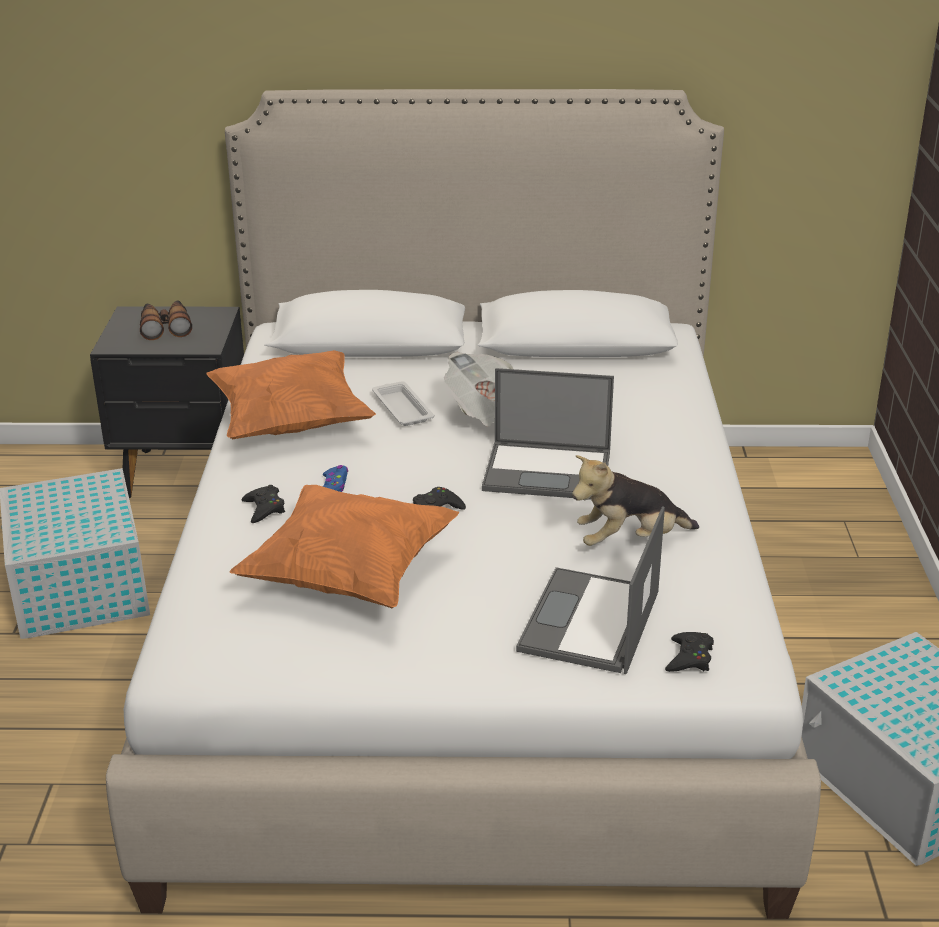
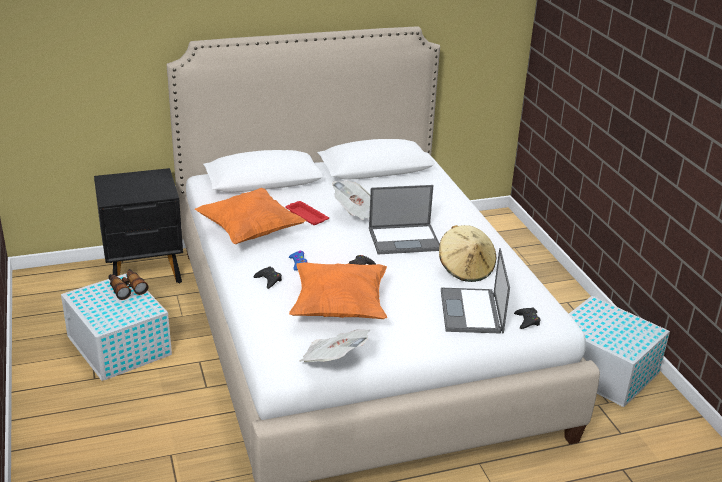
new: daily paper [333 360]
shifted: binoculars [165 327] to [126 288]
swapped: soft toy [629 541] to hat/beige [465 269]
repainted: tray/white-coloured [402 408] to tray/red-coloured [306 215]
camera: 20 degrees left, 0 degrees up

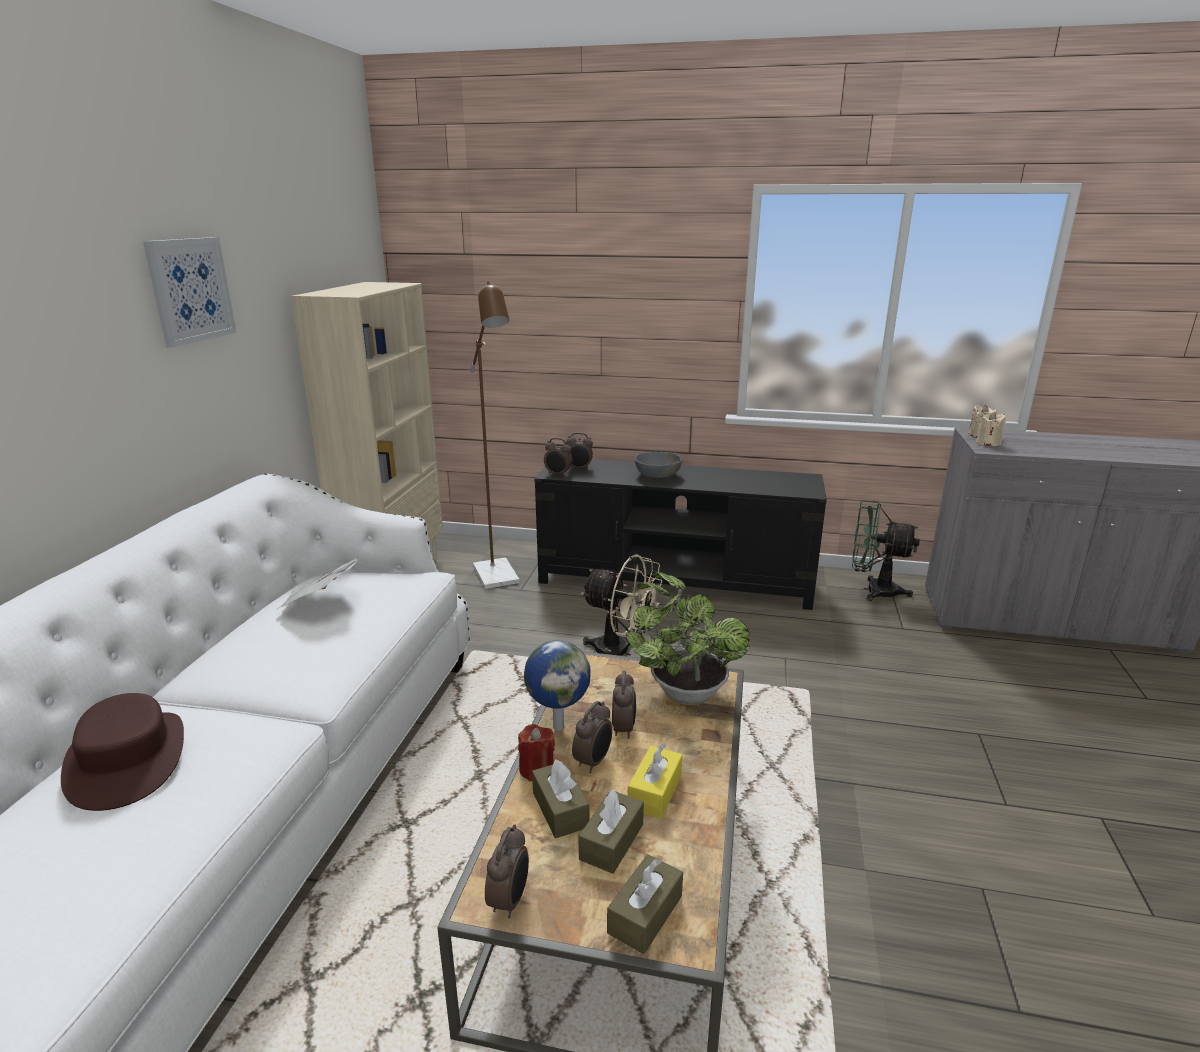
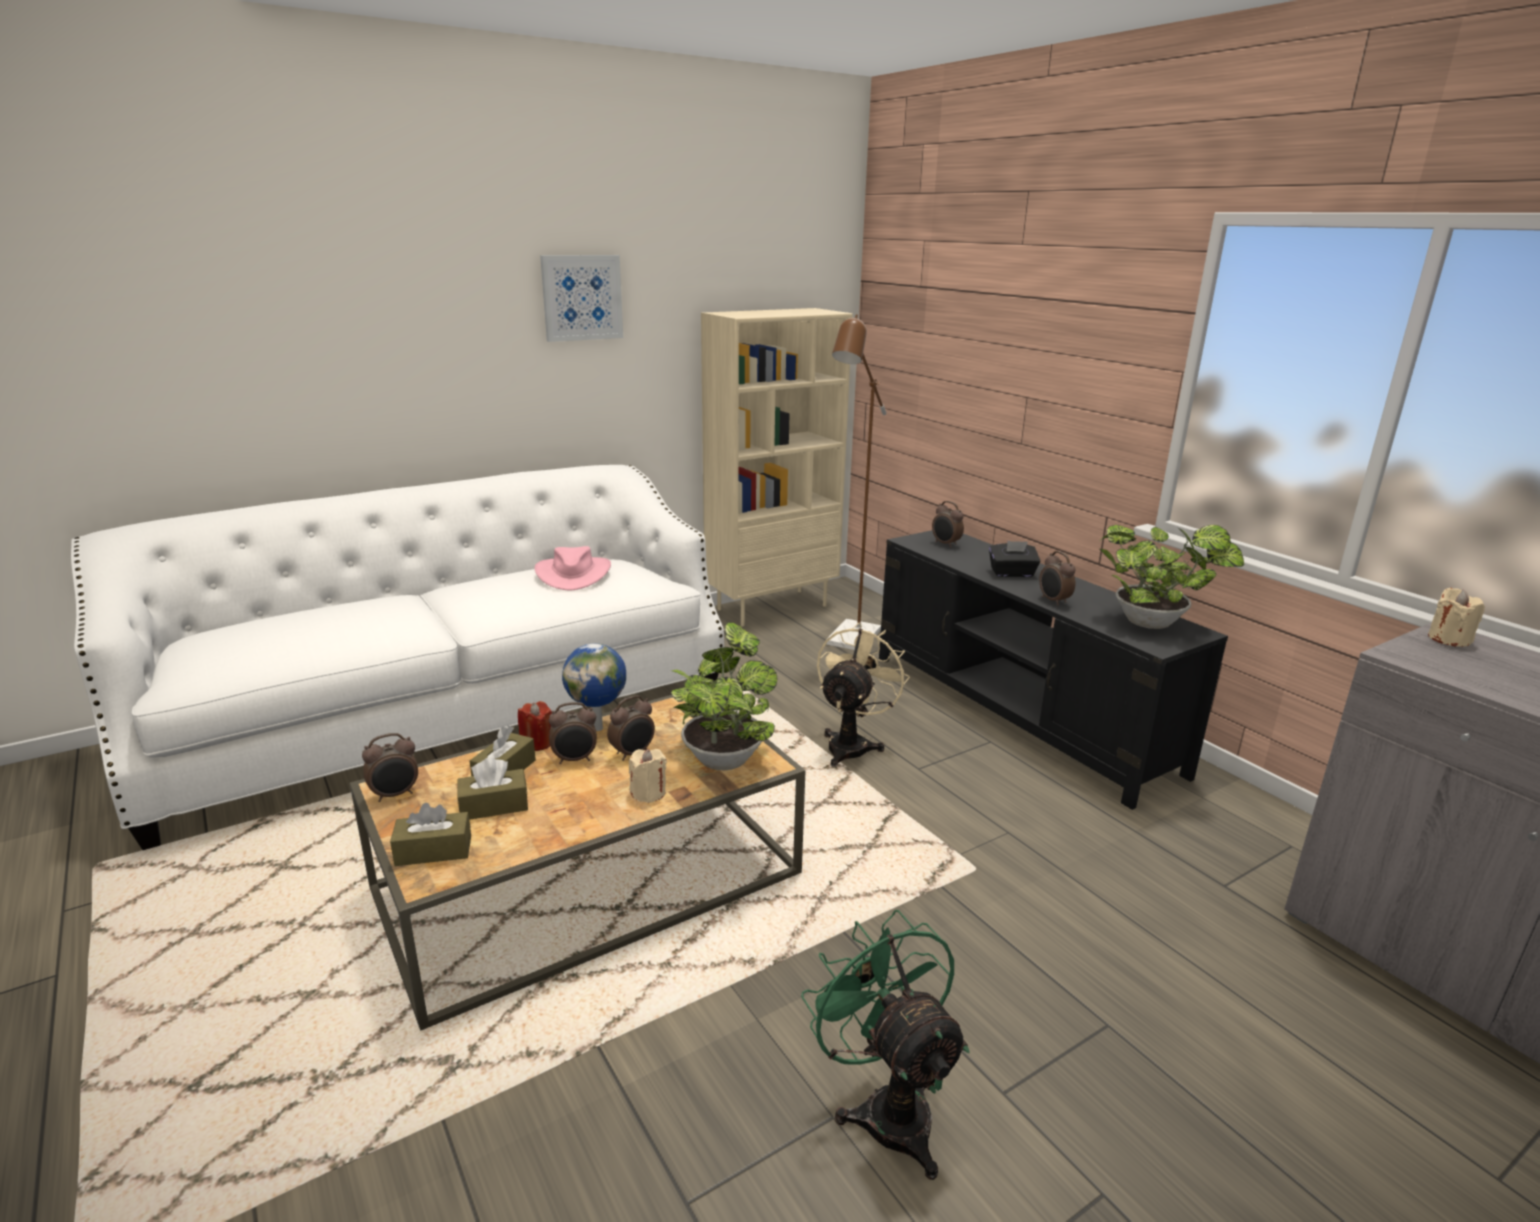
gone: hat/brownish [128 760]; box of tissues/yellowish [655 792]
new: houseplant [1154 624]
shifted: bedside clock [558 475] to [1053 601]; electric fan/greenish [873 590] to [886 1107]; wax light/beige [987 443] to [648 793]
swapped: daily paper [321 603] to hat/pink [573 574]; deep dish/gray [657 475] to box of tissues/blackish [1012 573]
rotated: electric fan/beige [620 653] = [852 744] 135 degrees counterclockwise
camera: 45 degrees right, 0 degrees up

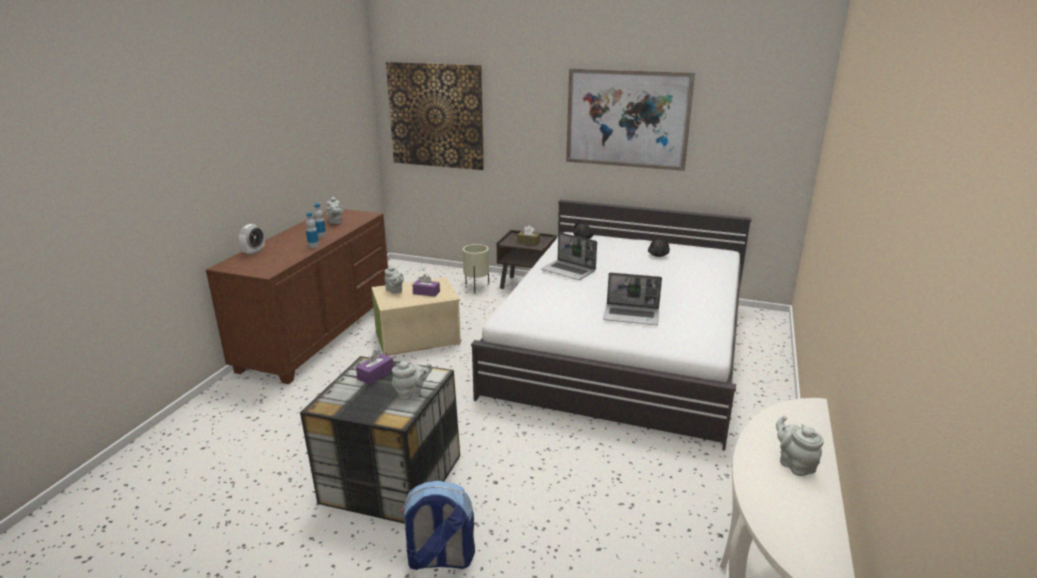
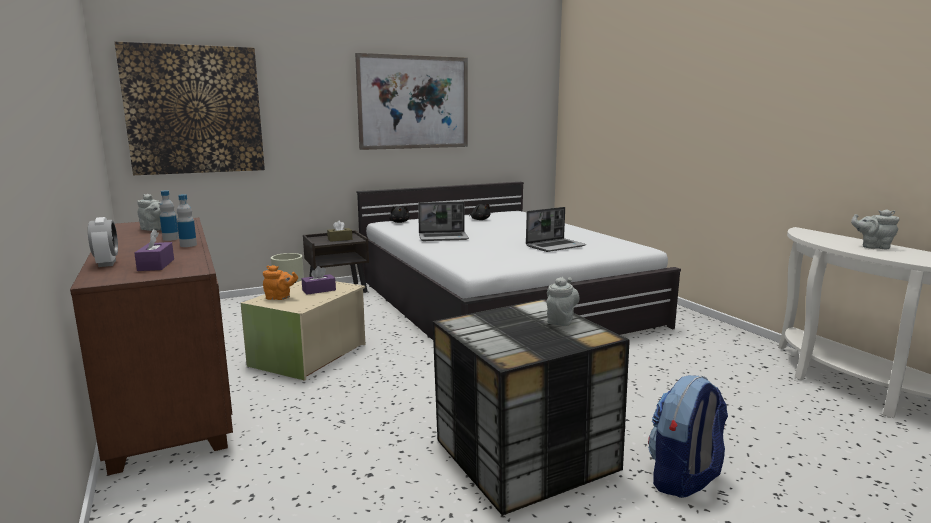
shifted: box of tissues/purplish [375 374] to [156 265]
repainted: tea pot/gray [395 291] to tea pot/orange [280 298]
camera: 45 degrees left, 10 degrees down

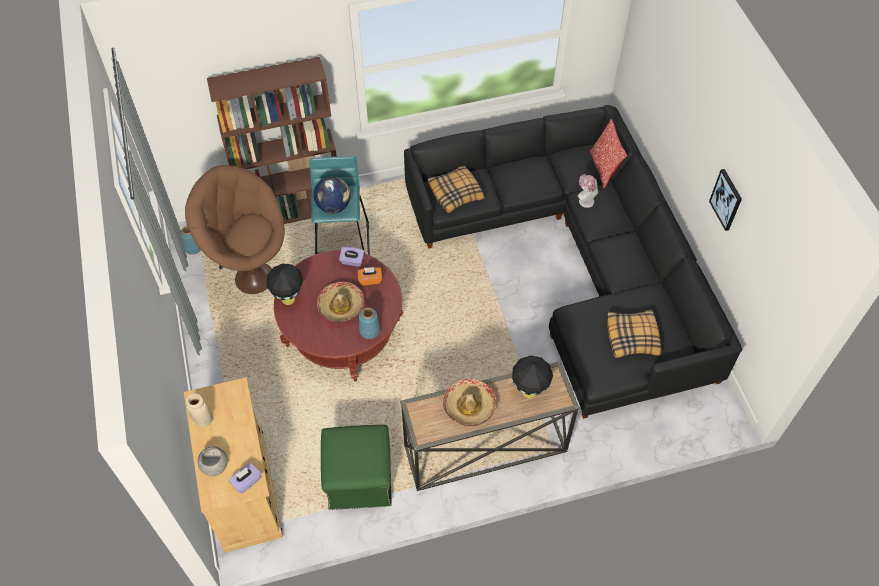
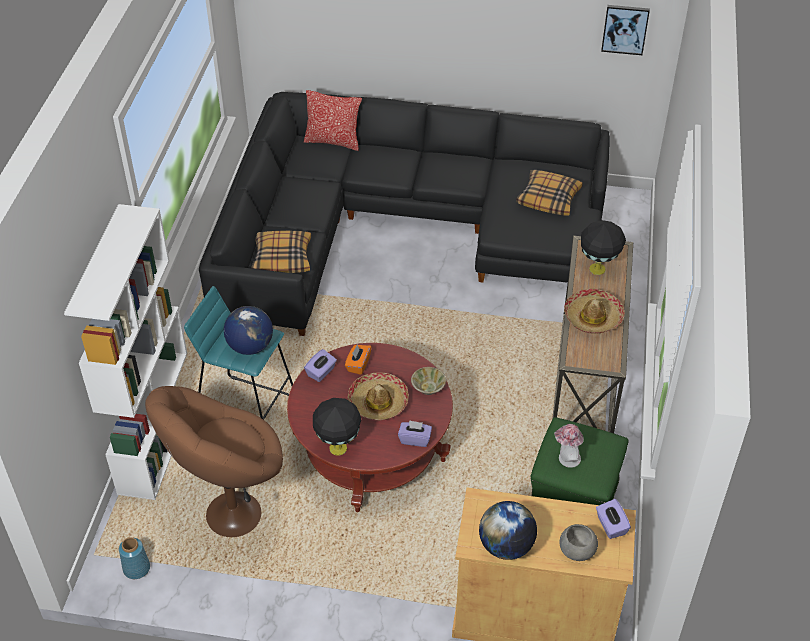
new: box of tissues/purplish [415 439]
shifted: hat [585 200] to [566 459]; wall art [726 199] to [625 29]
swapped: decorative vase/beige [203 419] to globe [506 546]; decorative vase/blue [370 330] to deep dish/beige [428 387]
repainted: bookcase/brownish [294 211] to bookcase/white-coloured [156 441]
camera: 65 degrees left, 10 degrees down

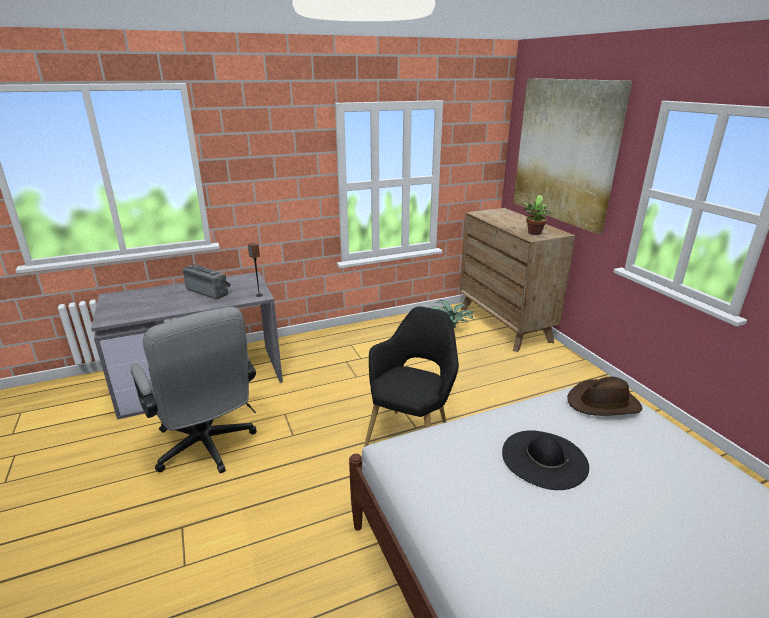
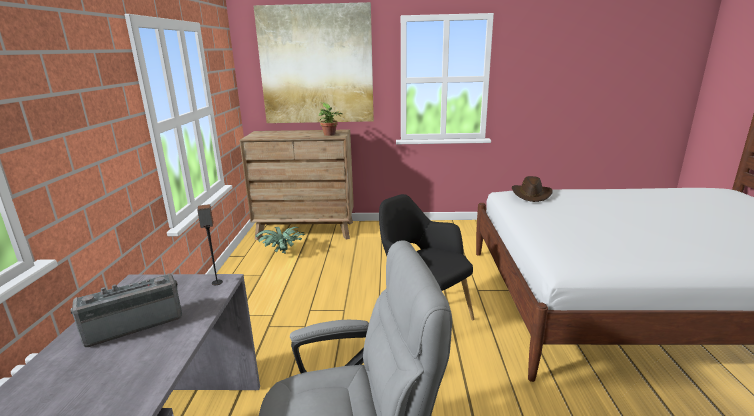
gone: hat/blackish [544 459]
camera: 65 degrees left, 5 degrees down

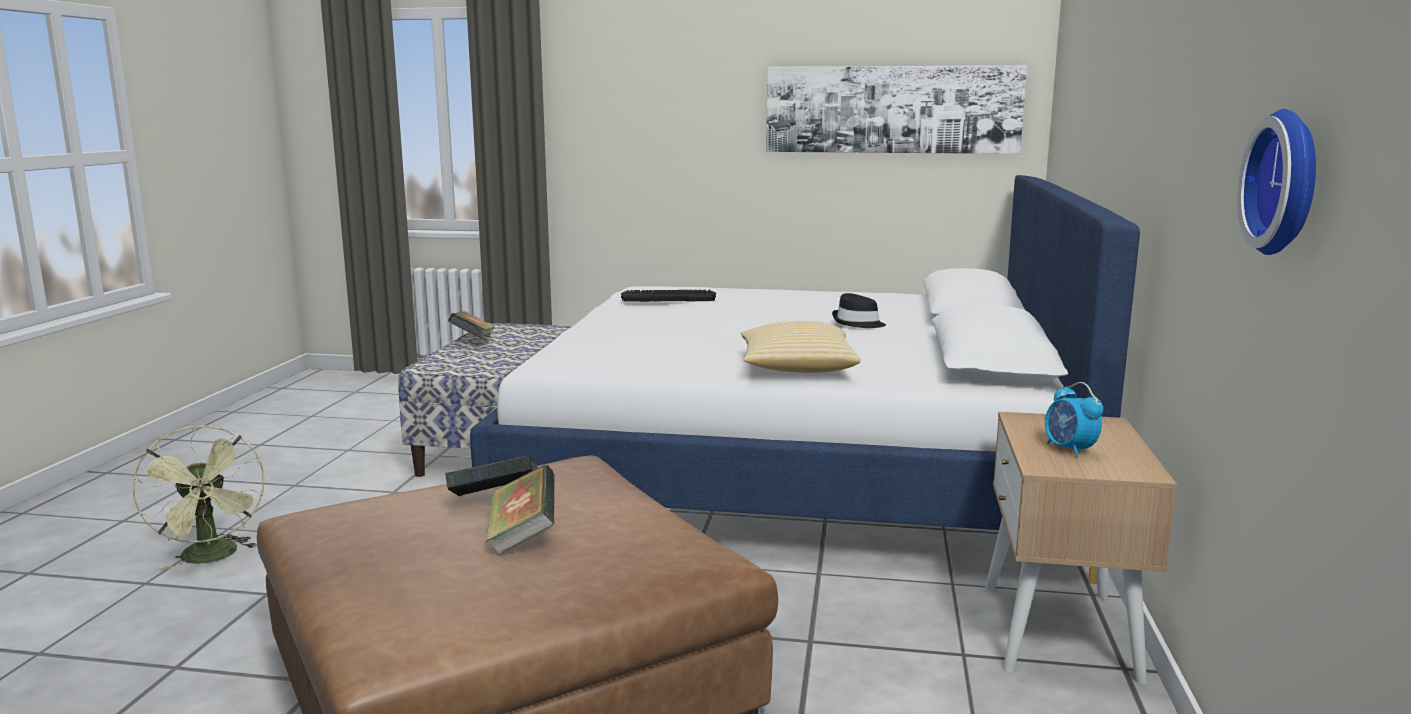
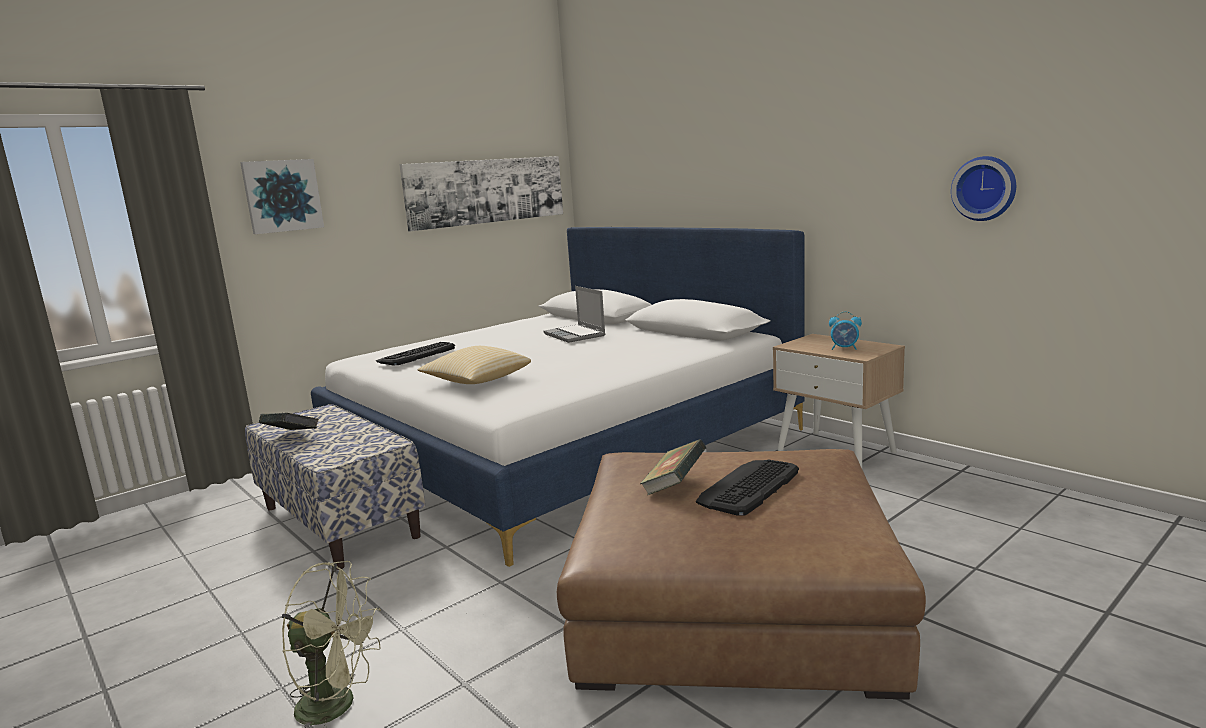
new: wall art [282 196]
shifted: pillow [796 369] to [476 381]
swapped: book [523 536] to computer keyboard [748 487]; hat/blackish [858 323] to notebook computer [575 335]
camera: 50 degrees left, 0 degrees up

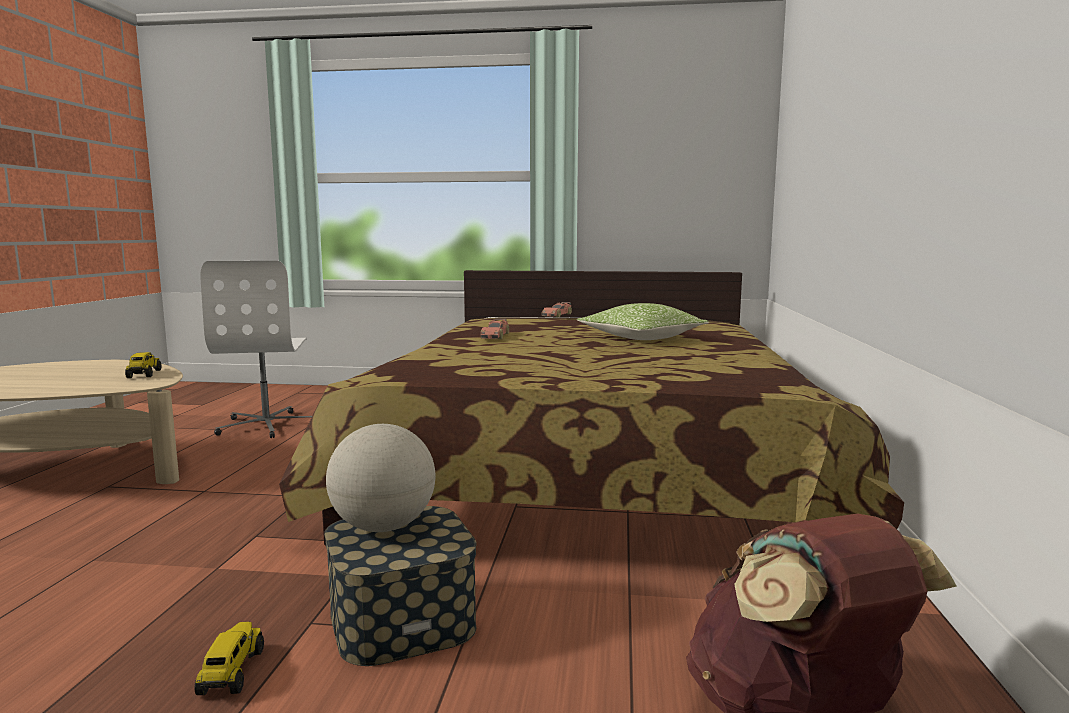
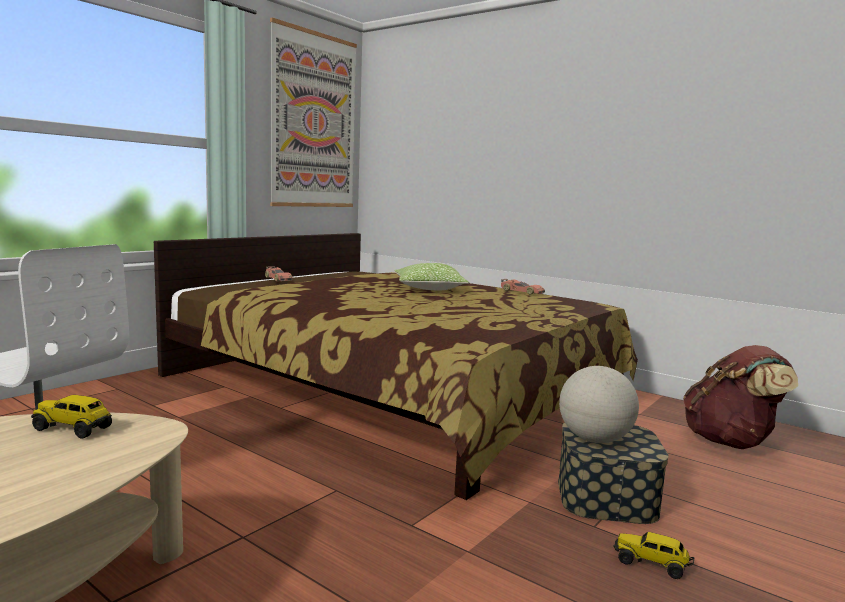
new: wall art [314 121]
shifted: toy car [495 336] to [521 292]
camera: 60 degrees left, 0 degrees up

